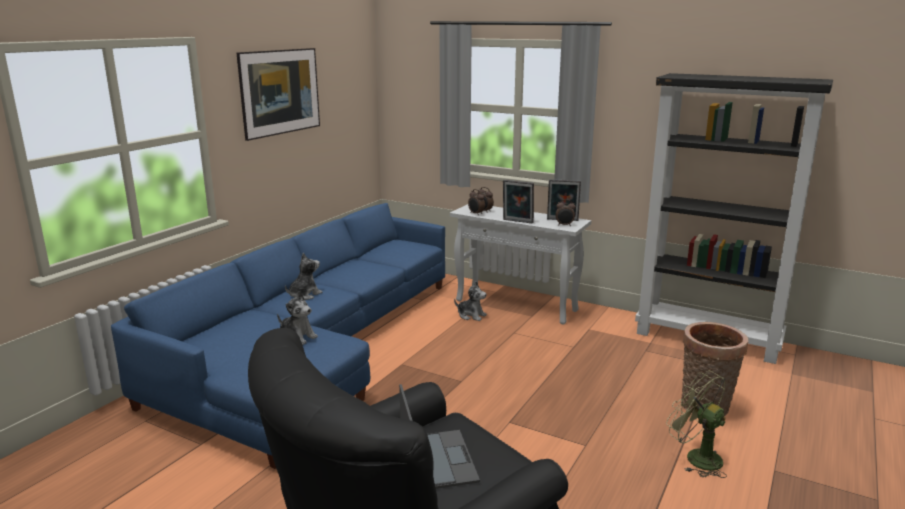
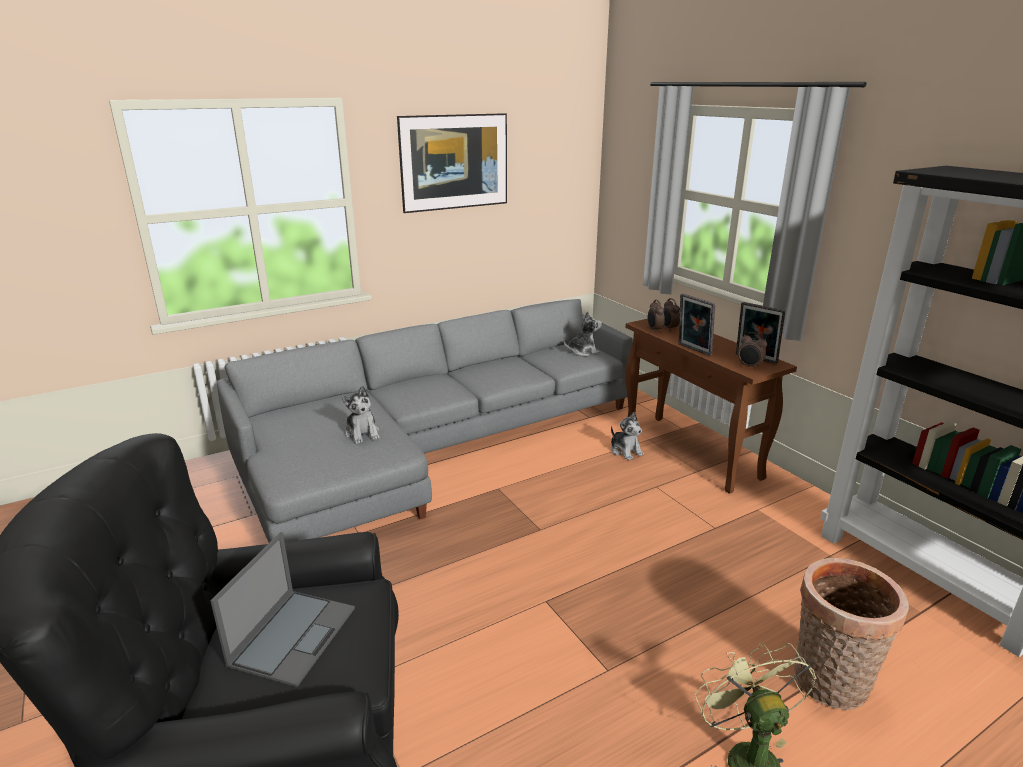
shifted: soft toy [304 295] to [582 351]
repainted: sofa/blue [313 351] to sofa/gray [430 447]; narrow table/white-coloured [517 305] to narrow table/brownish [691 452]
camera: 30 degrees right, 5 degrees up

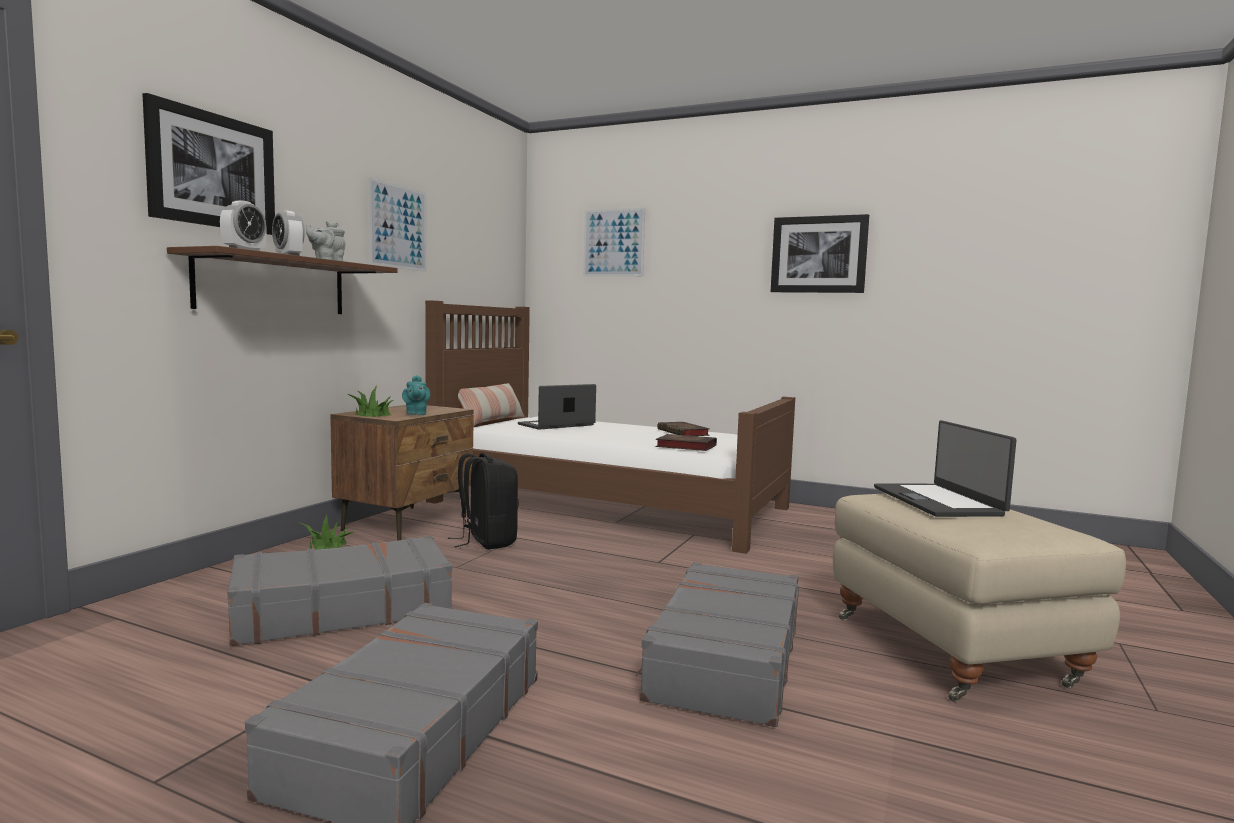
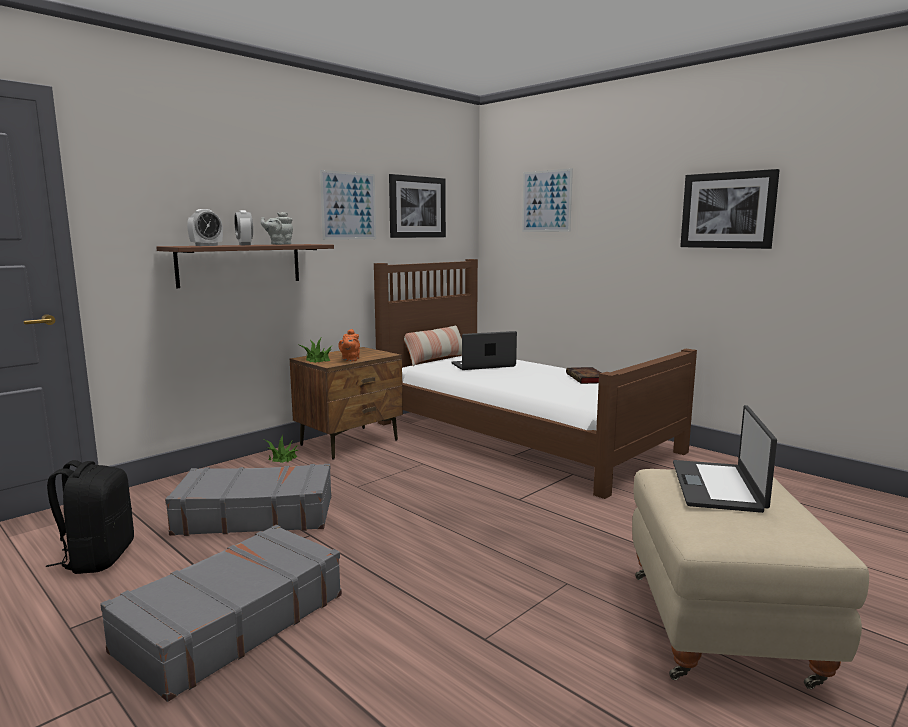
gone: travel case/gray [724 660]; book [684 446]
shifted: wall art [212 170] to [417 207]; rucksack/blackish [486 541] to [98 558]
repainted: tea pot/turquoise-coloured [416 414] to tea pot/orange [350 360]
camera: 20 degrees right, 5 degrees up

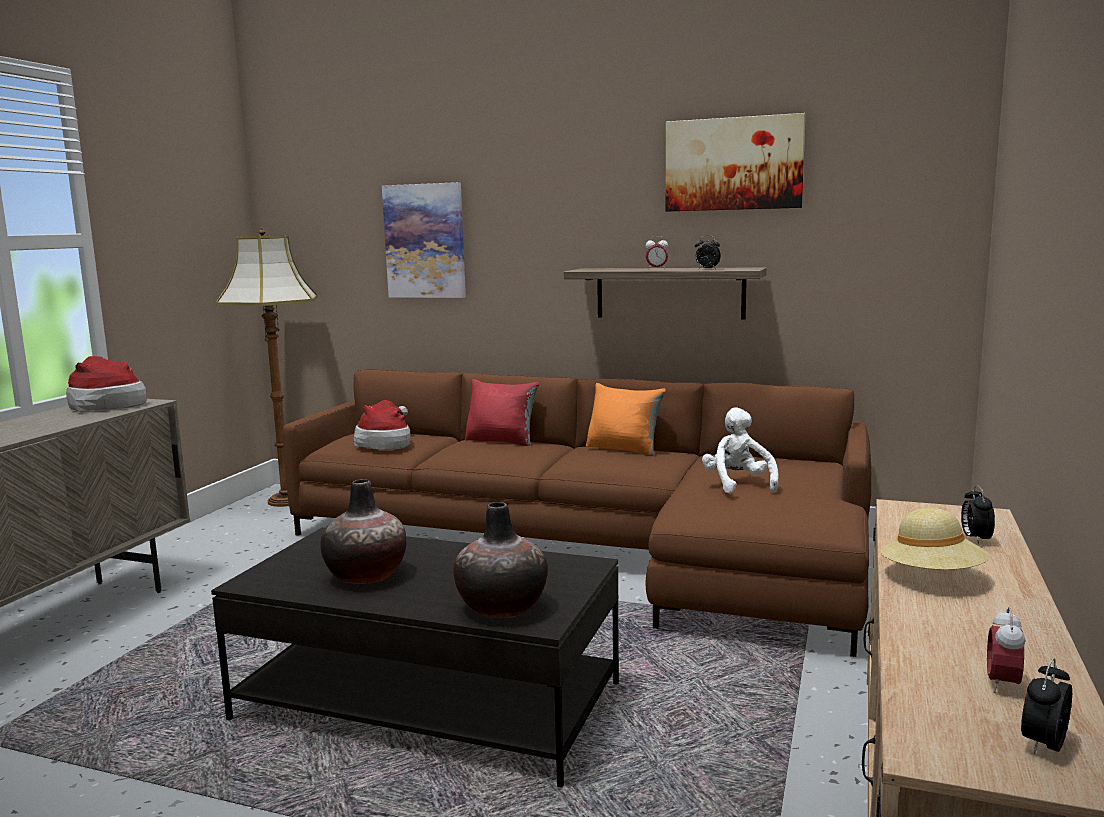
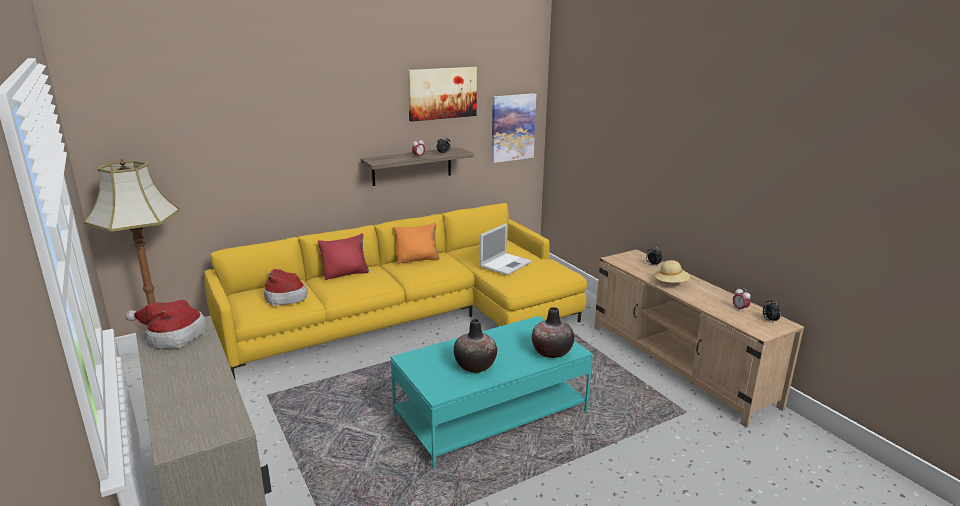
shifted: wall art [425 241] to [512 127]
swapped: soft toy/white-coloured [738 484] to notebook computer [506 264]
repainted: low table/blackish [429 702] to low table/turquoise-coloured [491 414]; sofa/brownish [592 549] to sofa/yellowish [413 318]
camera: 50 degrees left, 10 degrees up

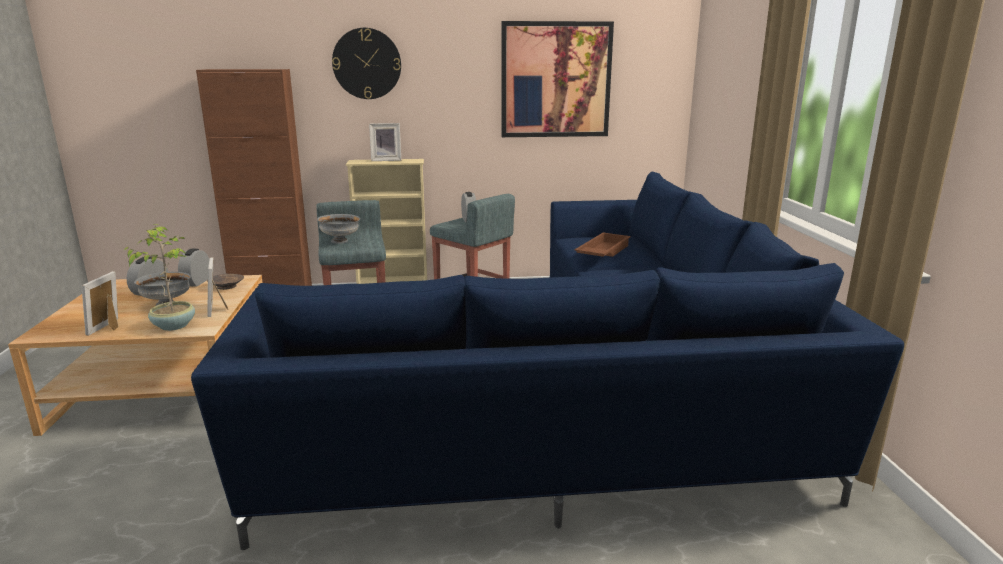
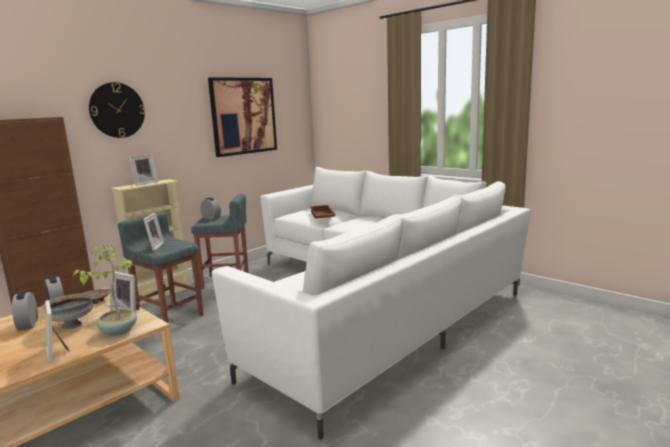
swapped: deep dish/gray [340 241] to picture frame [153 247]
repainted: sofa/blue [588 408] to sofa/white-coloured [374 301]
camera: 40 degrees left, 5 degrees down

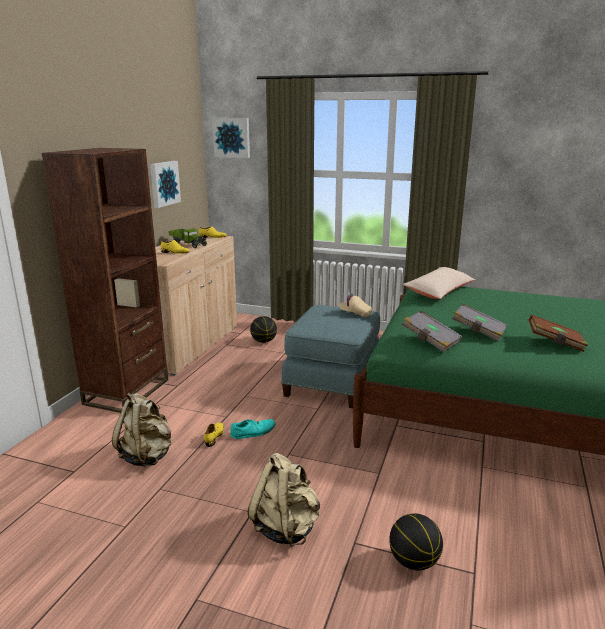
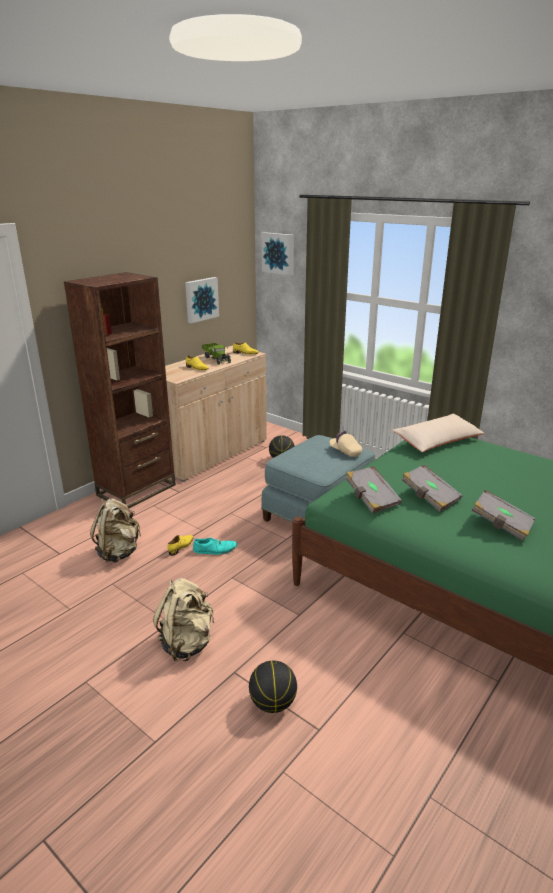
repainted: book/brownish [555 343] to book/gray [501 525]
camera: 20 degrees right, 5 degrees up

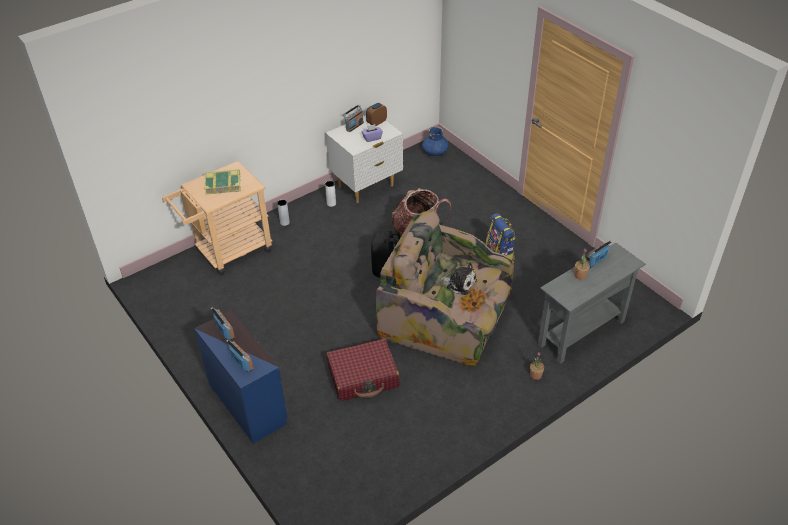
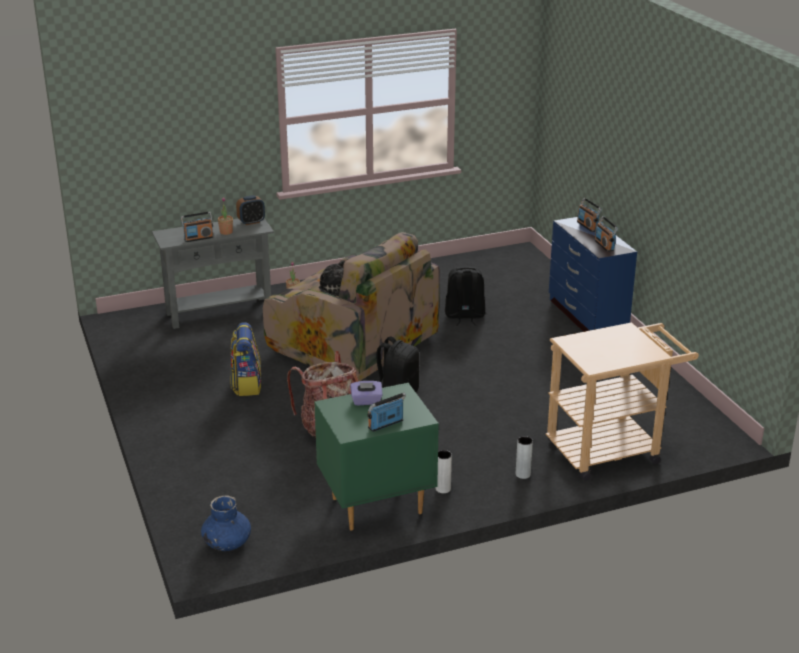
gone: book [223 184]
shifted: bedside clock [376 123] to [251 222]
swapped: travel case/red-coloured [363 377] to rucksack/blackish [464 316]
repainted: night table/white-coloured [366 186] to night table/greenish [376 505]
camera: 165 degrees left, 15 degrees down

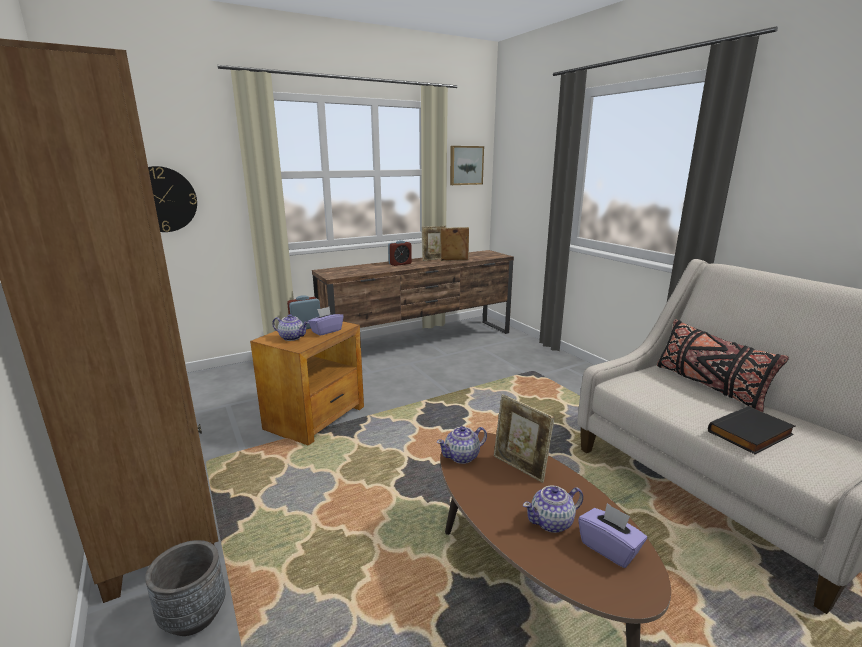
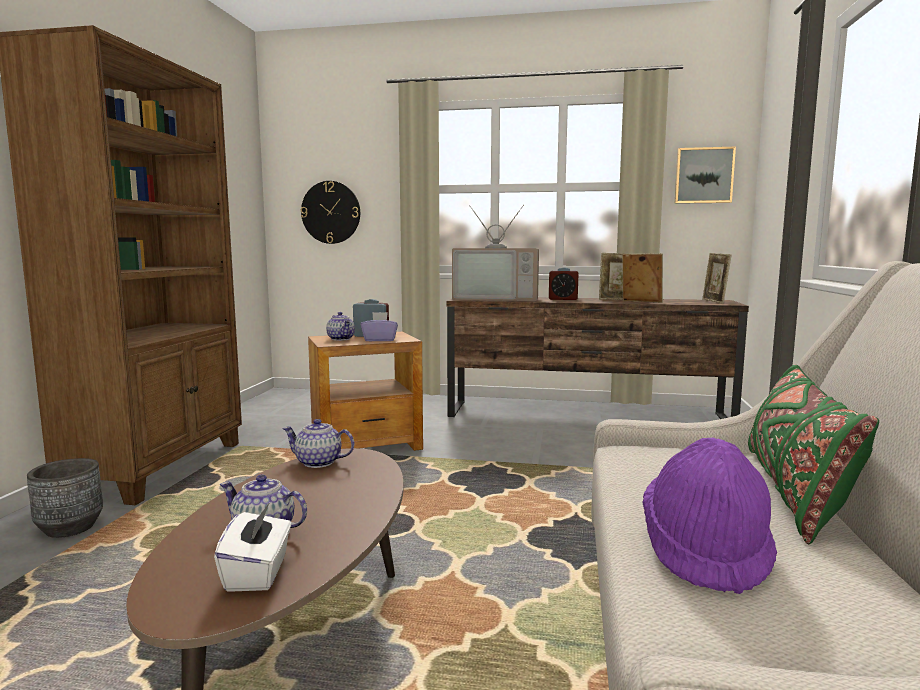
new: TV [496 298]
shifted: picture frame [519 468] to [714 301]
swapped: book/blackish [751 434] to hat/purplish [705 552]
repainted: box of tissues/purplish [609 548] to box of tissues/white-coloured [258 573]; pillow/blackish [708 386] to pillow/greenish [794 491]
camera: 40 degrees right, 10 degrees down

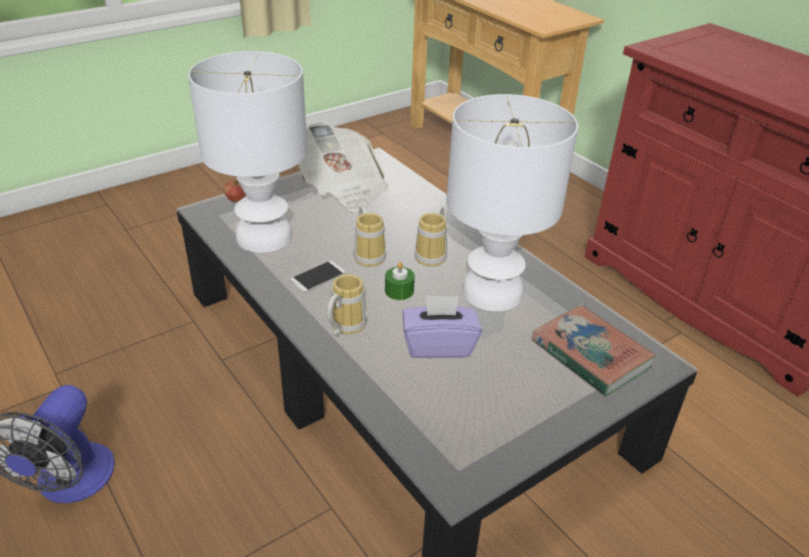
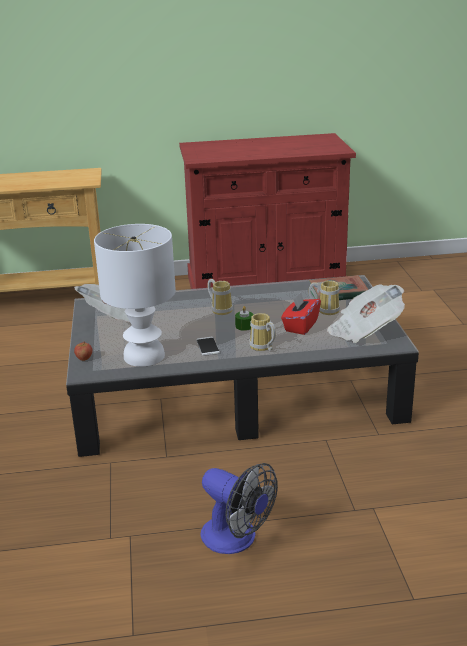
gone: tabletop lamp/white-coloured [493 293]
new: daily paper [364 330]
shifted: mug [370 255] to [325 310]
repainted: box of tissues/purplish [439 345] to box of tissues/red-coloured [300 326]
camera: 60 degrees left, 10 degrees down

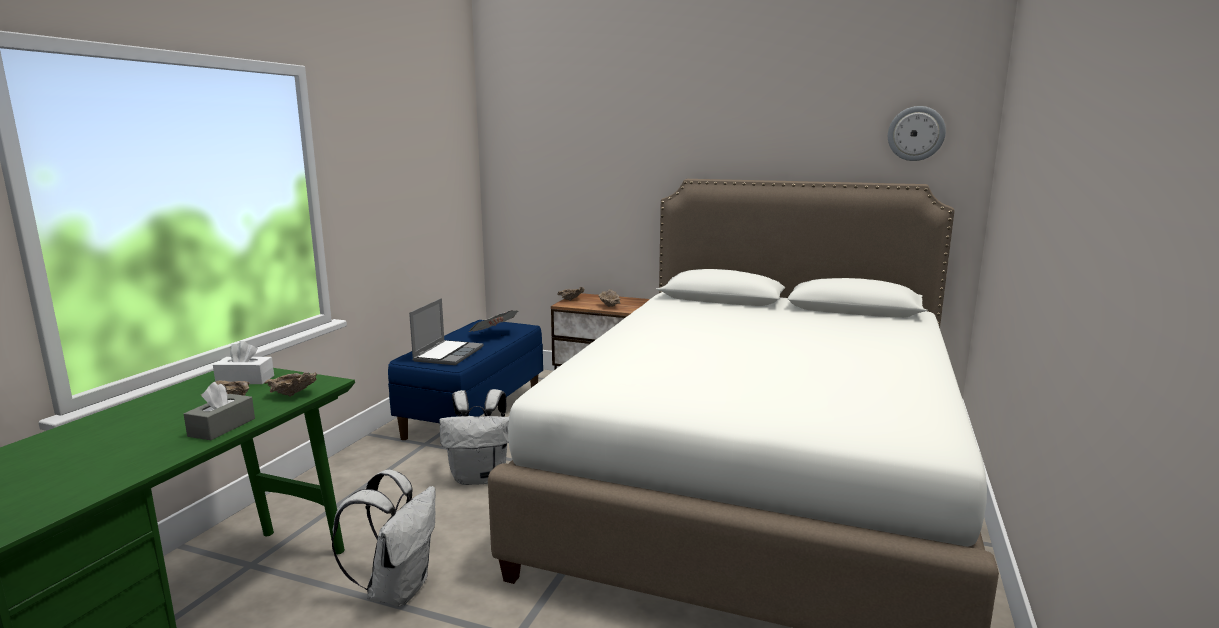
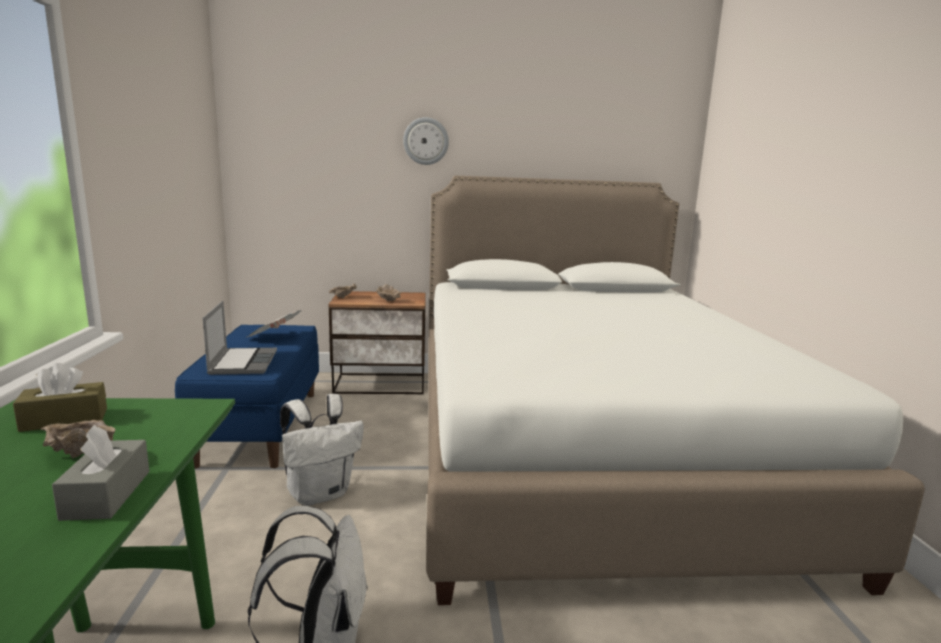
gone: deep dish/beige [293 395]
shifted: wall clock [916 133] to [426 141]
repainted: box of tissues/white-coloured [245 380] to box of tissues/brownish [64 419]
camera: 25 degrees left, 0 degrees up

